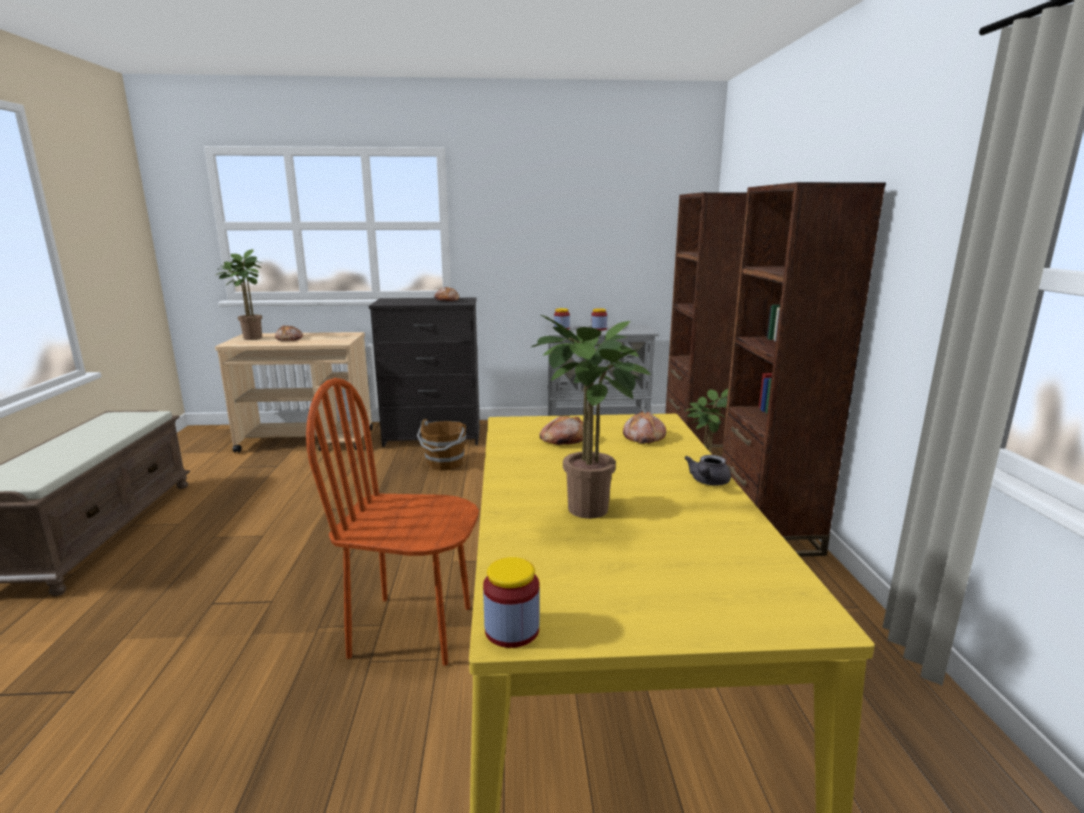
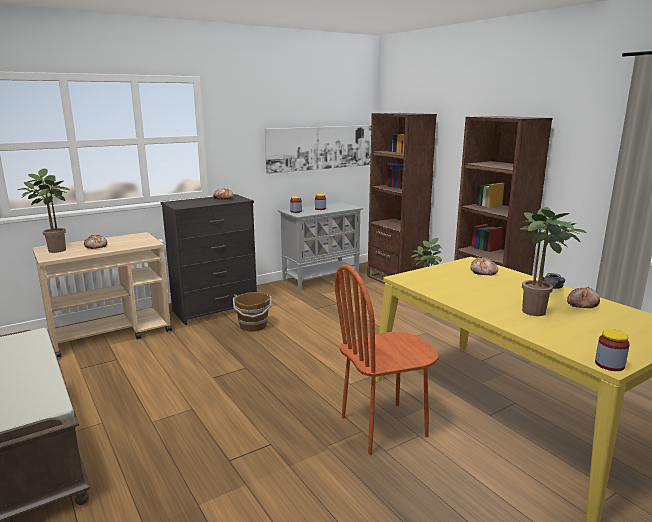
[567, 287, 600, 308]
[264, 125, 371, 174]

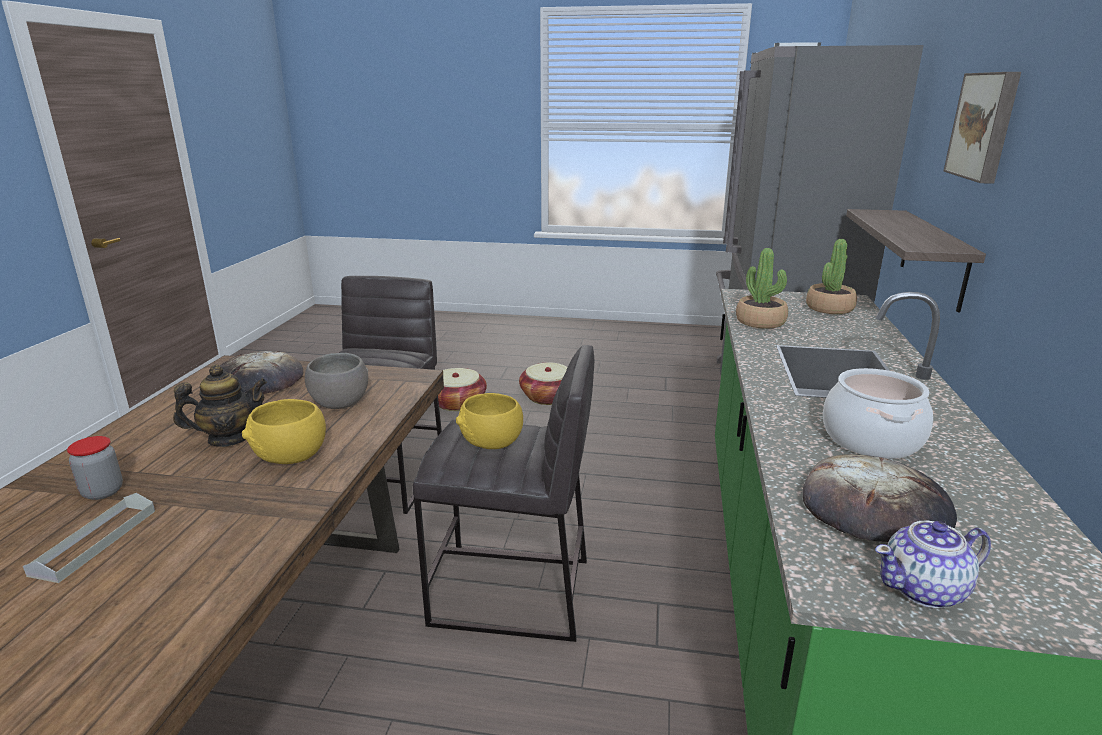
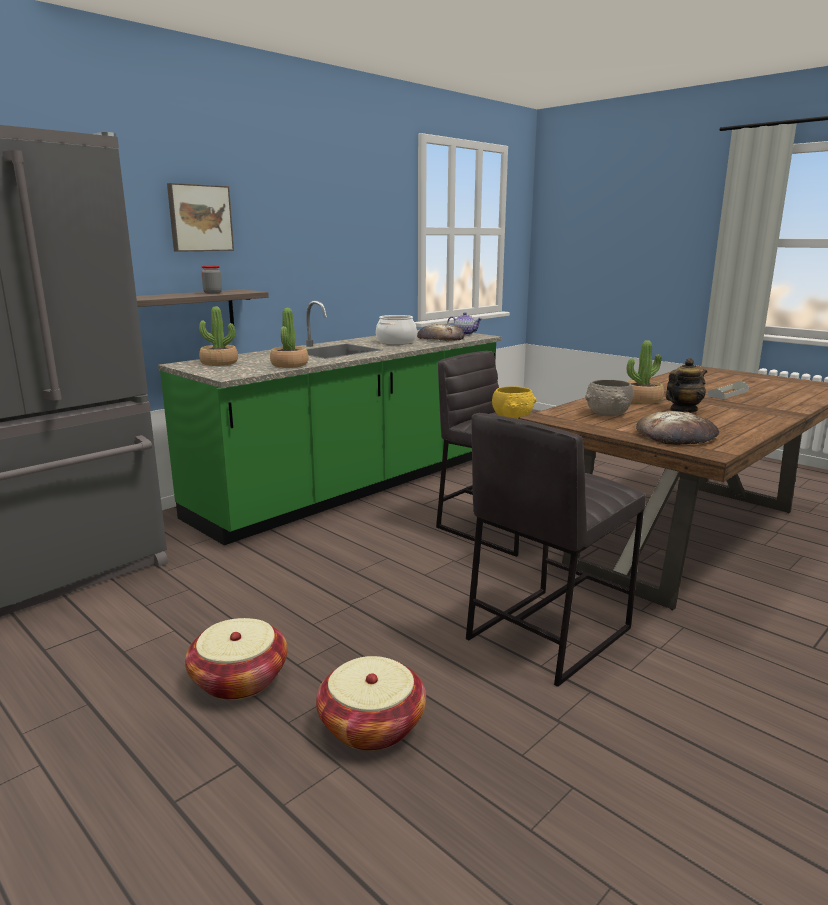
[666, 358, 707, 412]
[626, 340, 664, 404]
[201, 265, 222, 294]

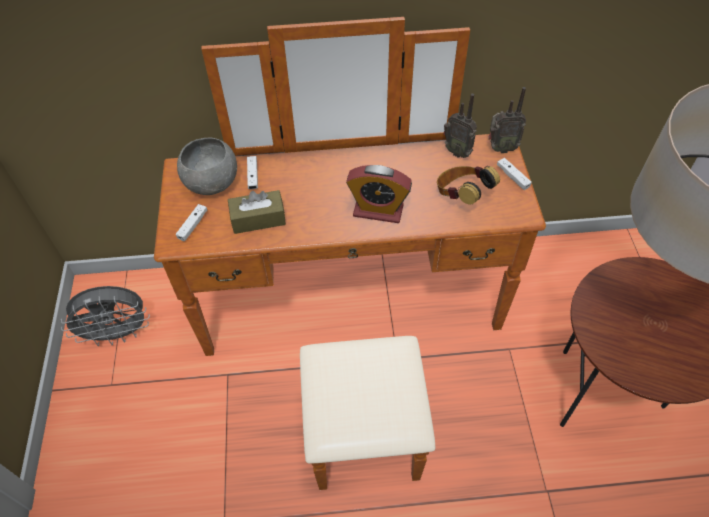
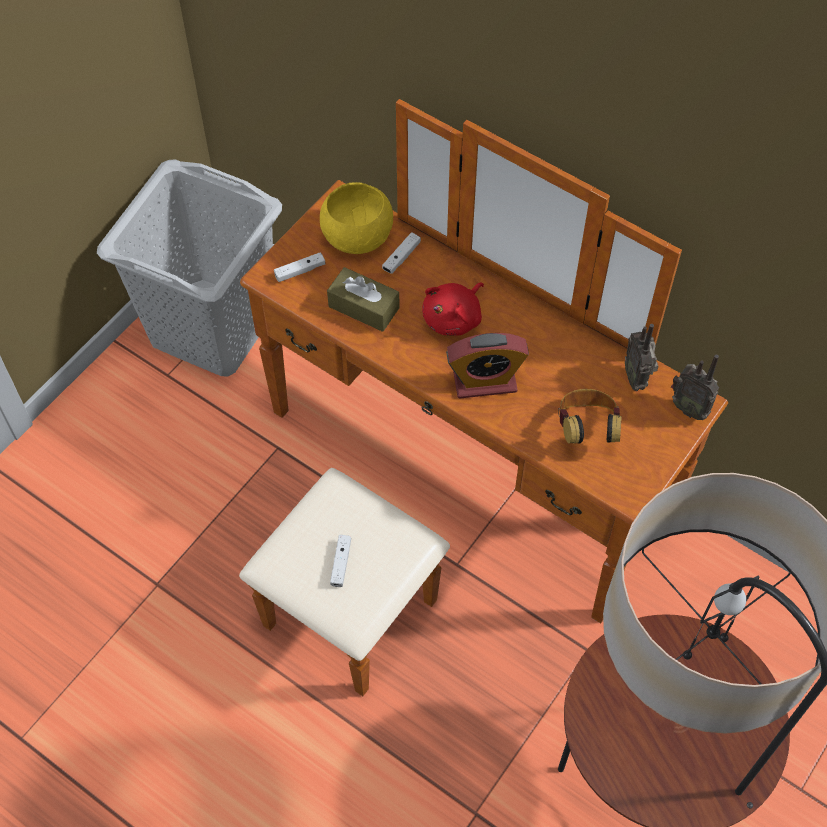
[320, 182, 393, 254]
[330, 535, 351, 587]
[446, 333, 529, 399]
[97, 159, 282, 376]
[422, 283, 484, 335]

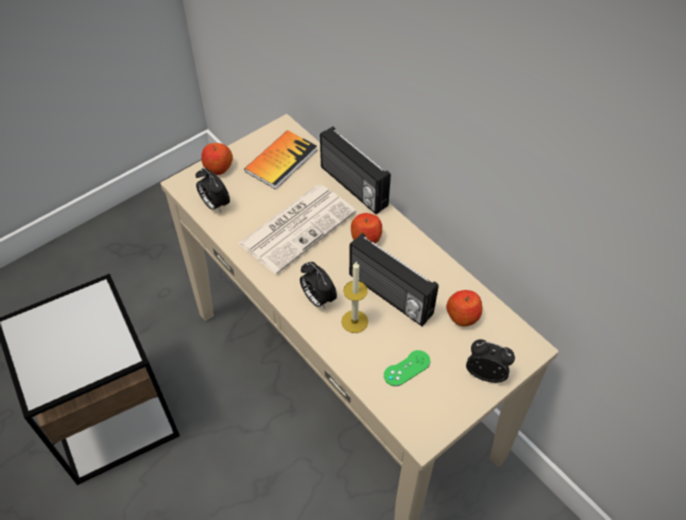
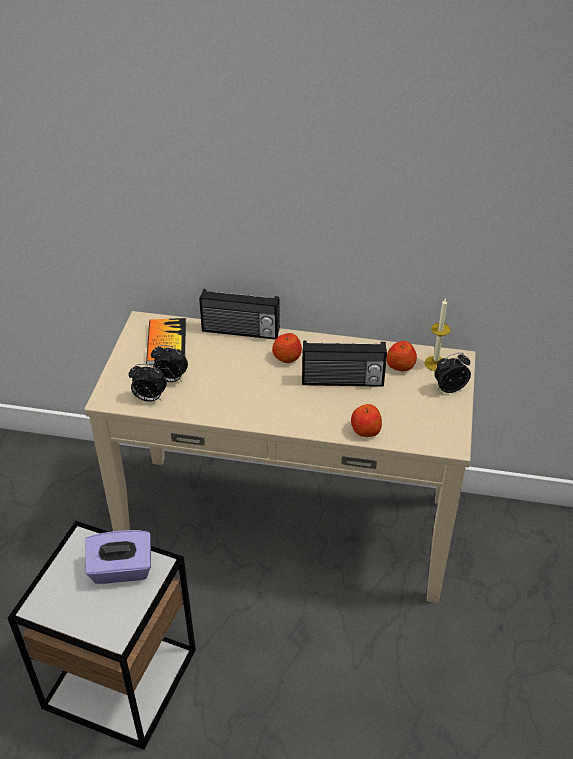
[351, 404, 382, 437]
[238, 185, 356, 274] (first image)
[151, 345, 188, 382]
[424, 298, 451, 371]
[384, 350, 430, 386] (first image)
[85, 530, 151, 584]

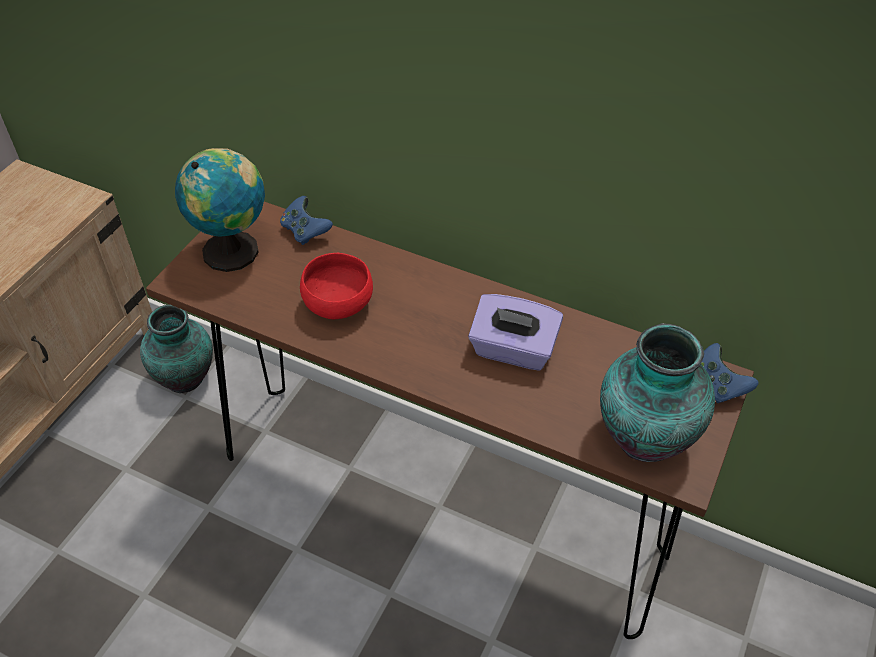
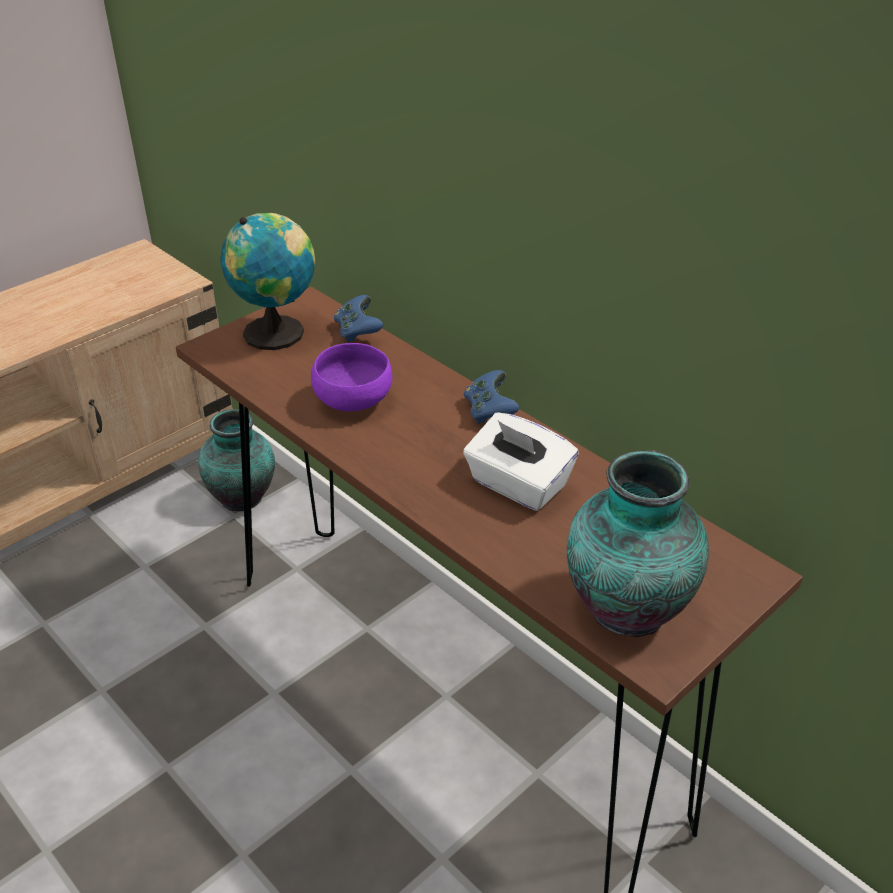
[311, 343, 392, 411]
[463, 413, 579, 511]
[464, 370, 520, 424]

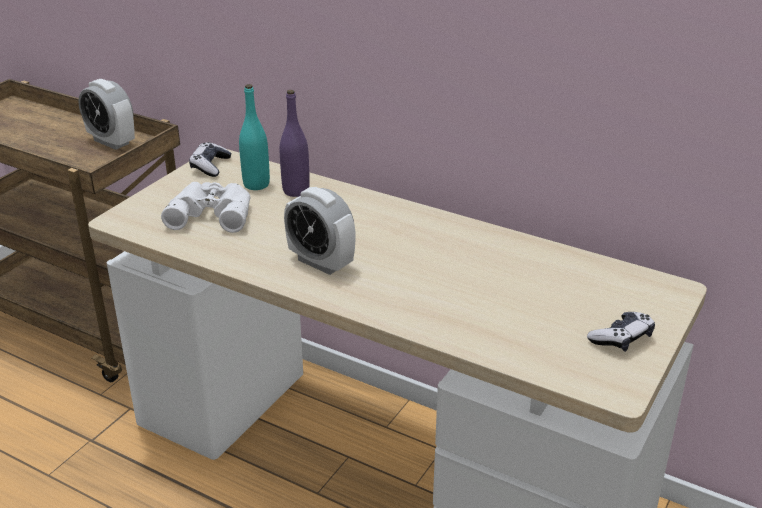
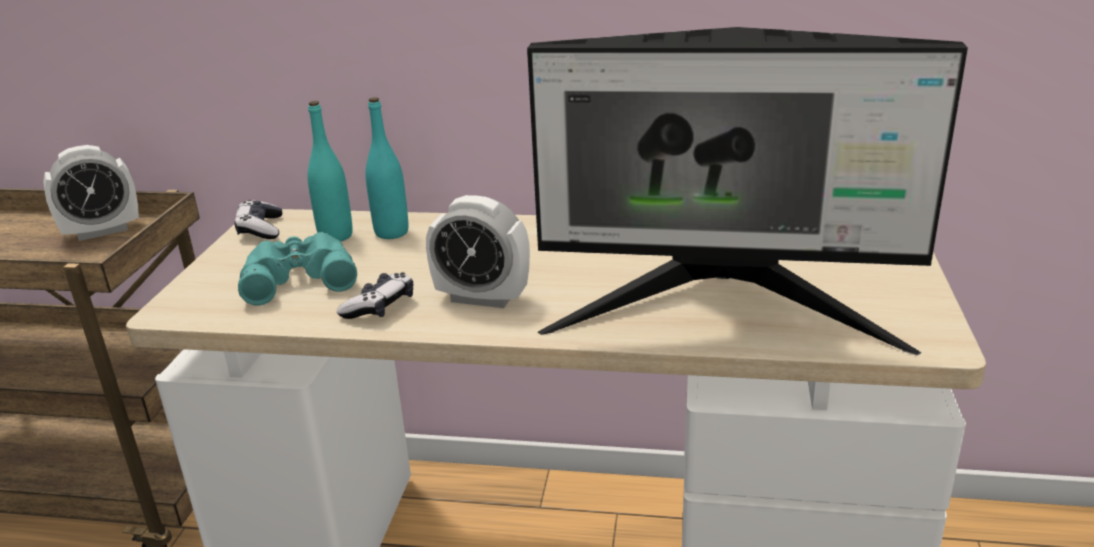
[43, 145, 139, 241]
[365, 97, 408, 239]
[238, 232, 357, 306]
[337, 272, 413, 319]
[527, 27, 968, 355]

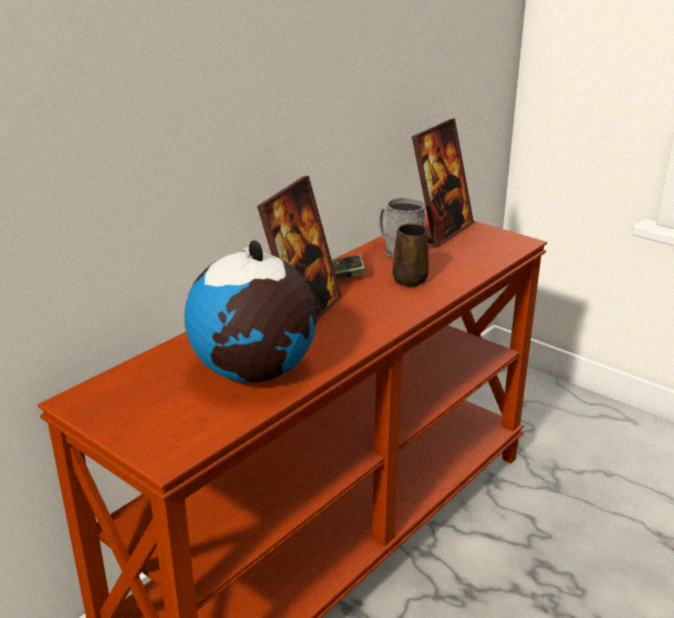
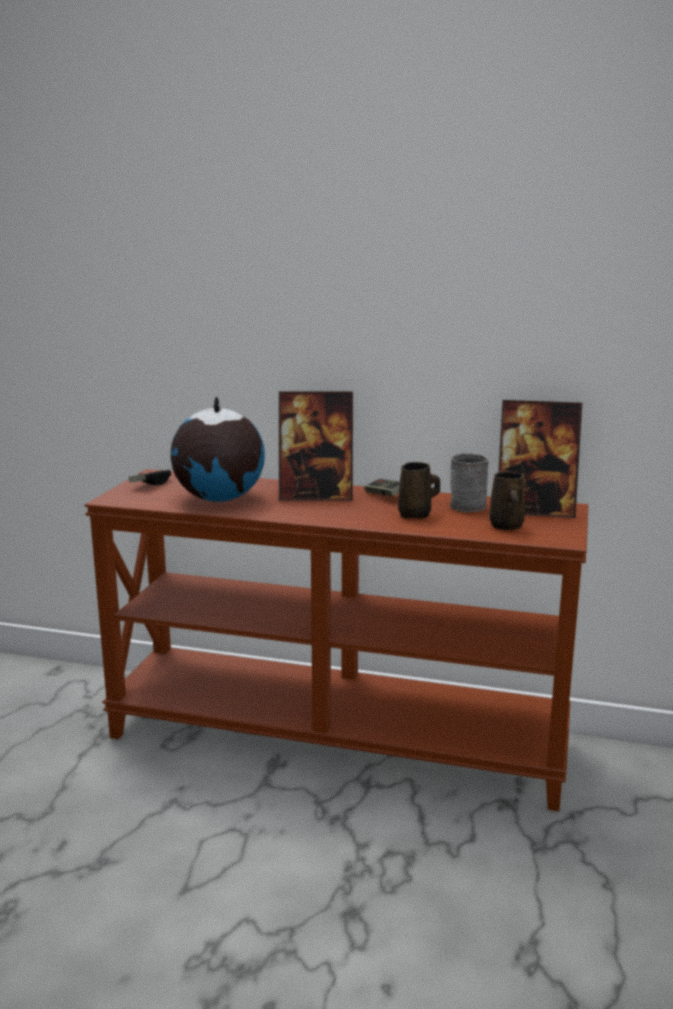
[129, 470, 171, 485]
[489, 471, 525, 530]

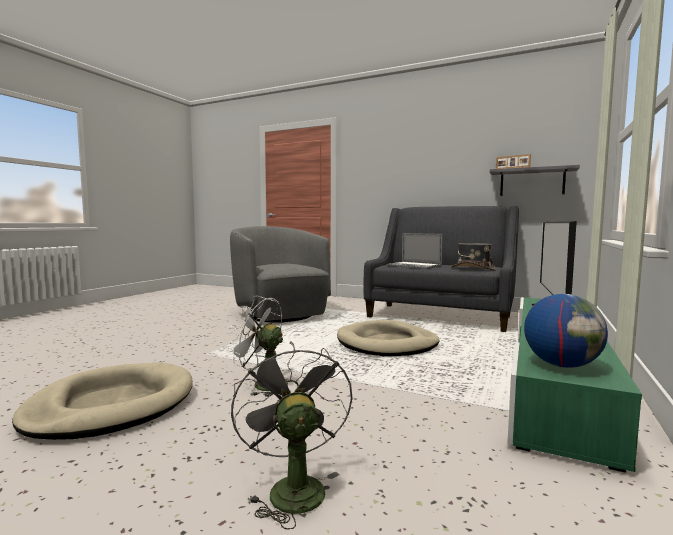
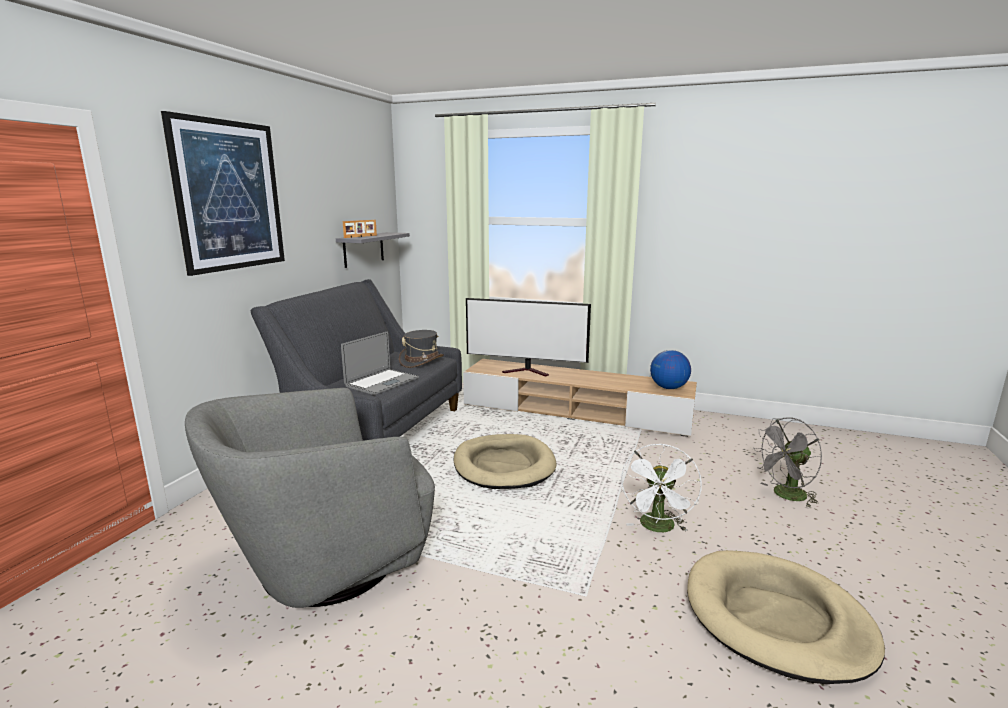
[463, 359, 697, 437]
[161, 111, 285, 276]

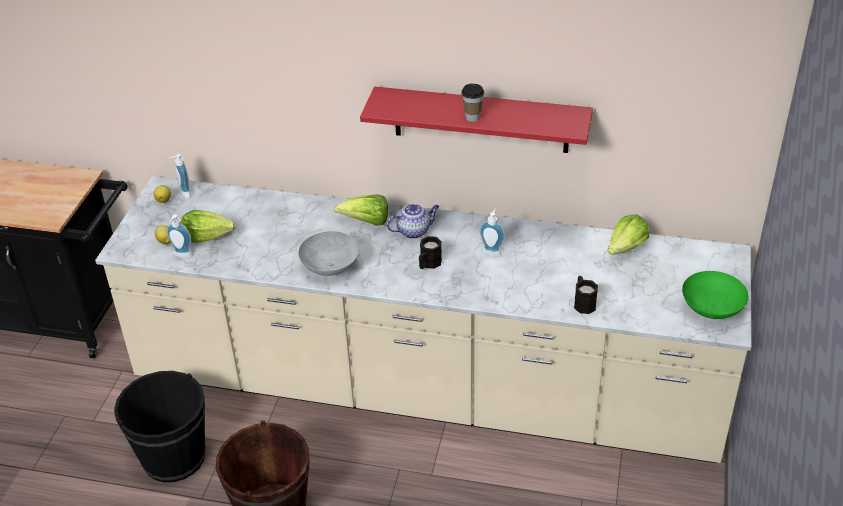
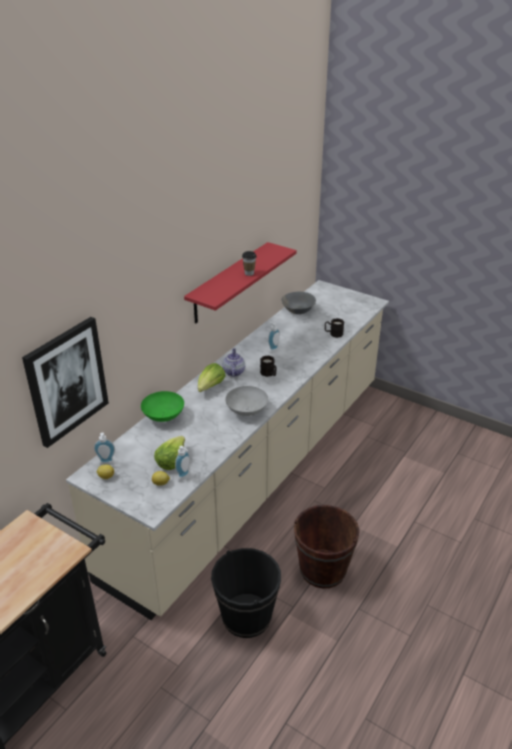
[282, 292, 316, 314]
[141, 391, 184, 422]
[22, 317, 109, 448]

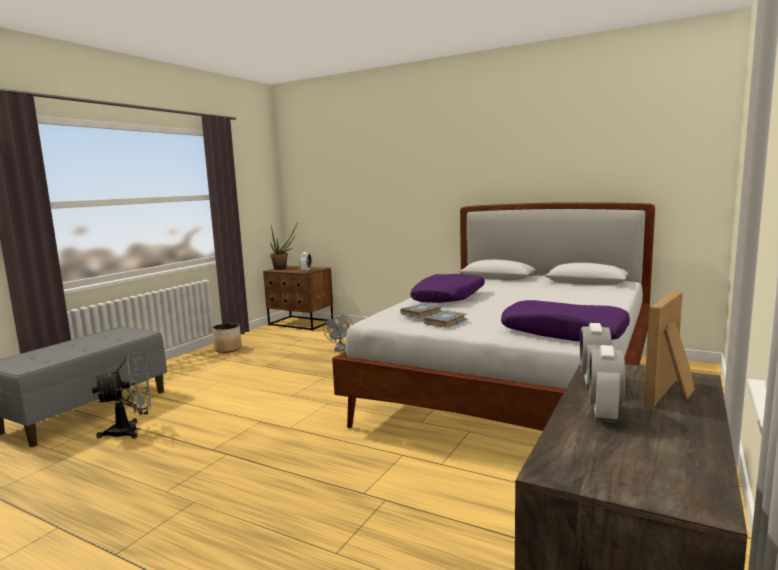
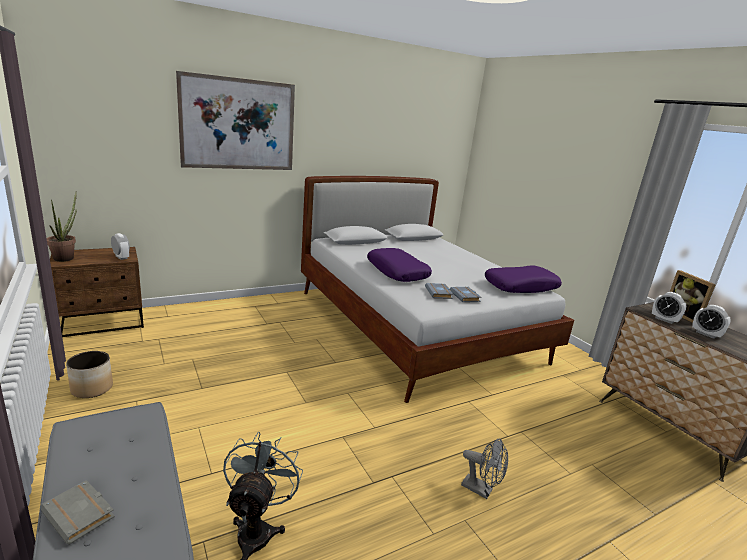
[461, 438, 508, 499]
[176, 71, 295, 170]
[40, 480, 115, 545]

